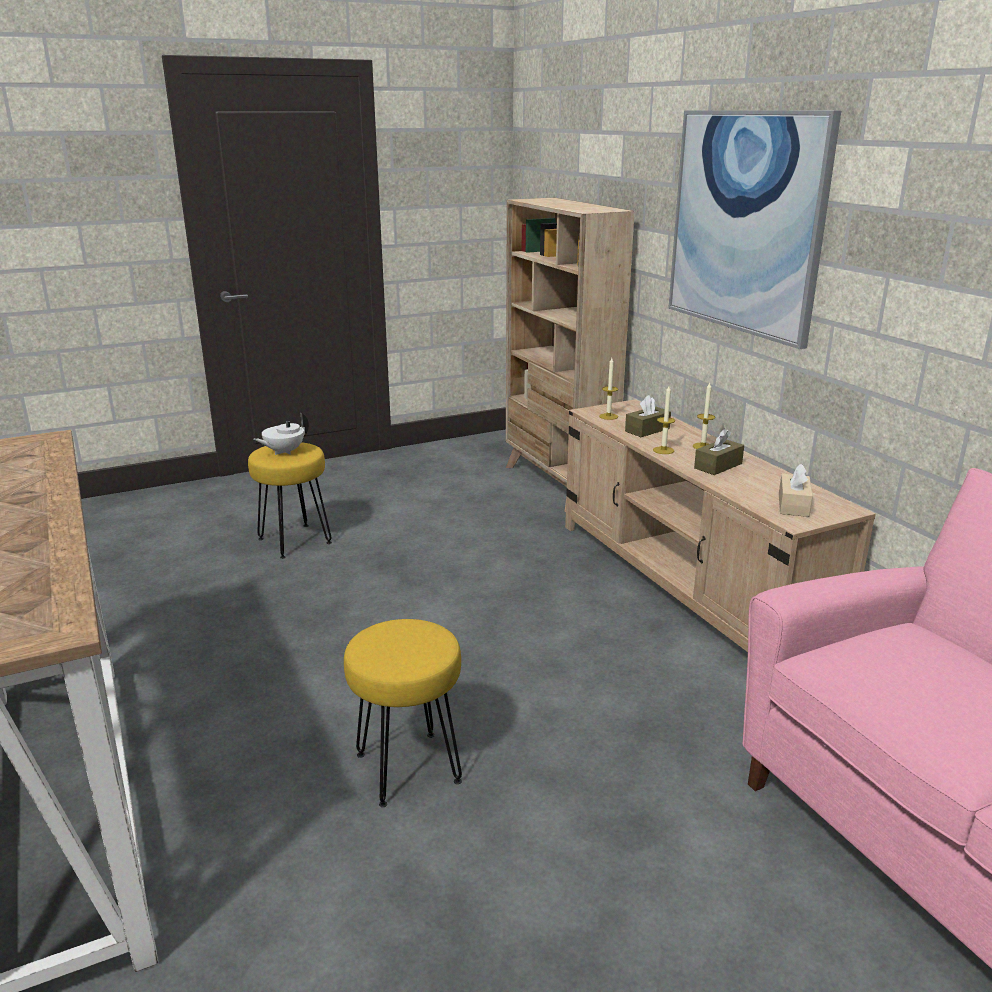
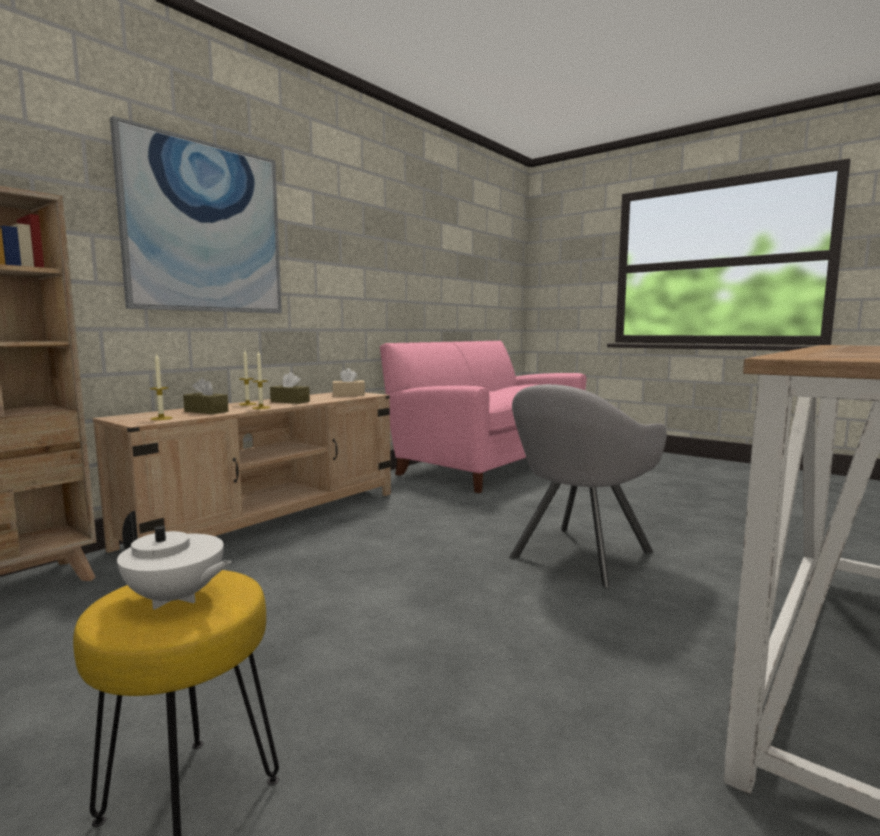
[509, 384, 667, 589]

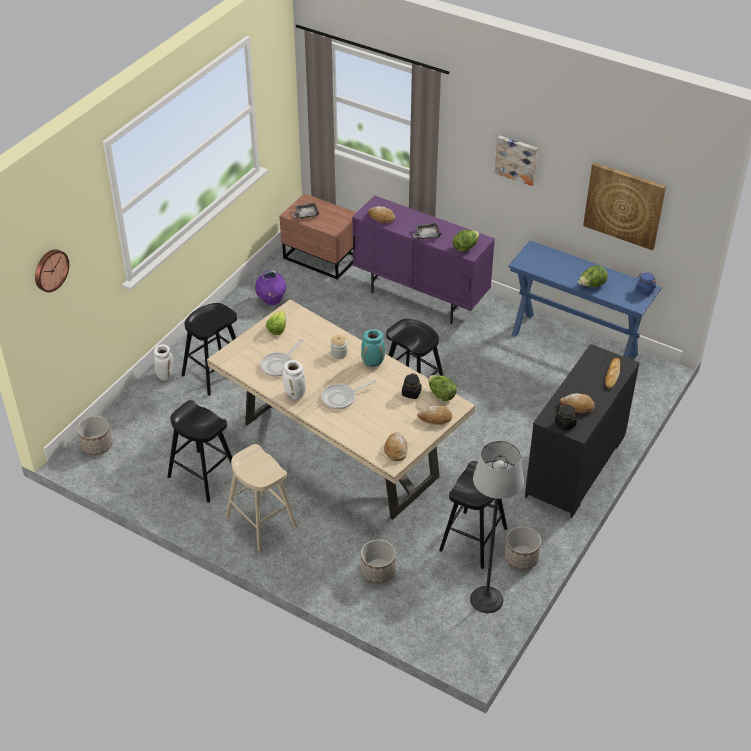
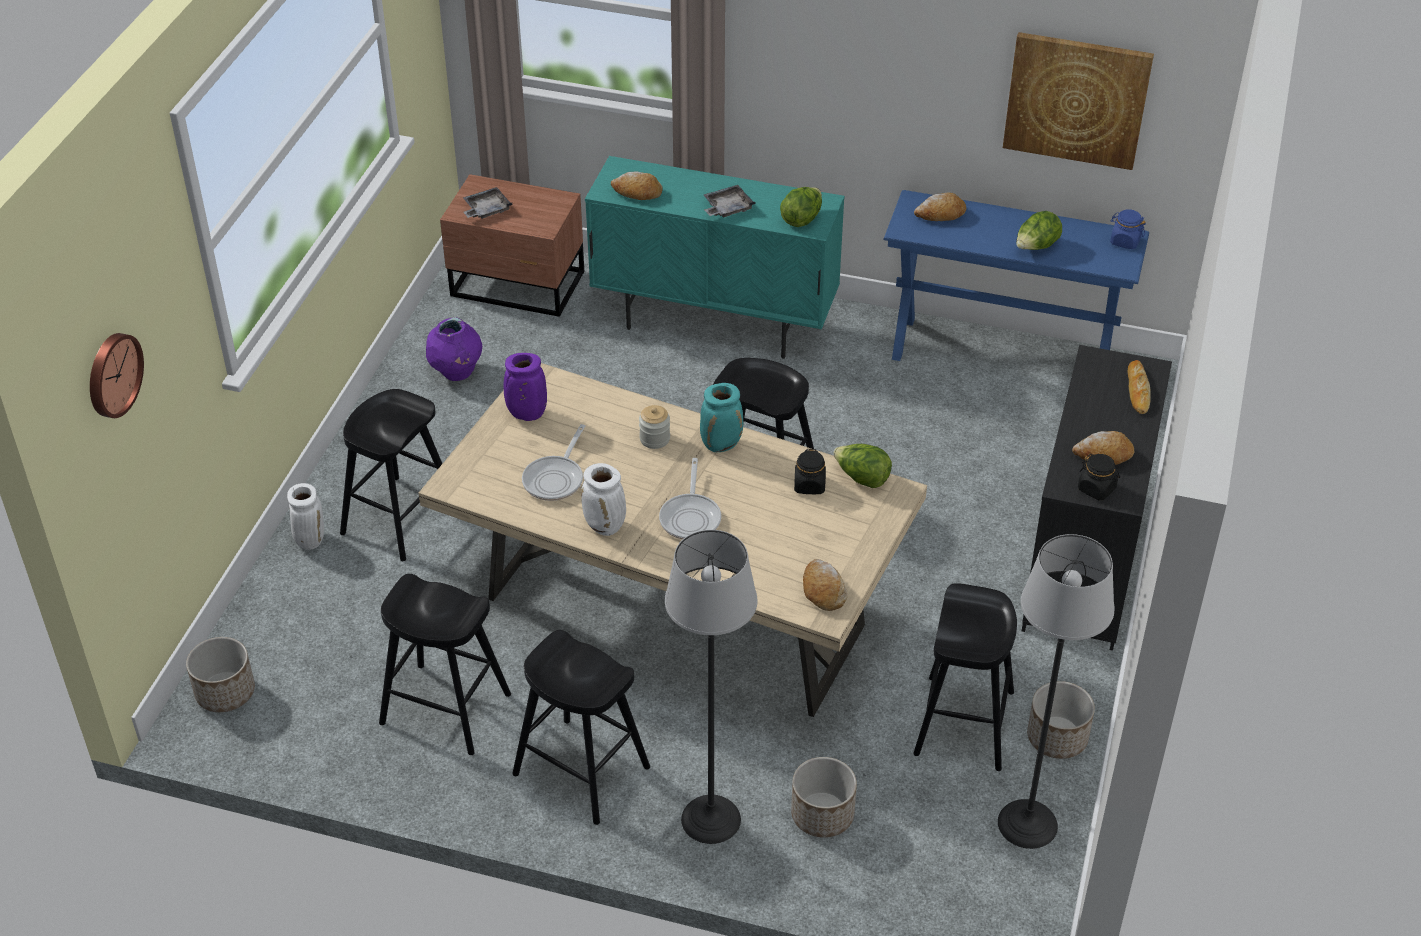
[495, 135, 538, 186] (first image)
[585, 156, 845, 359]
[504, 353, 547, 421]
[659, 458, 721, 540]
[914, 193, 966, 221]
[512, 630, 650, 825]
[665, 530, 758, 844]

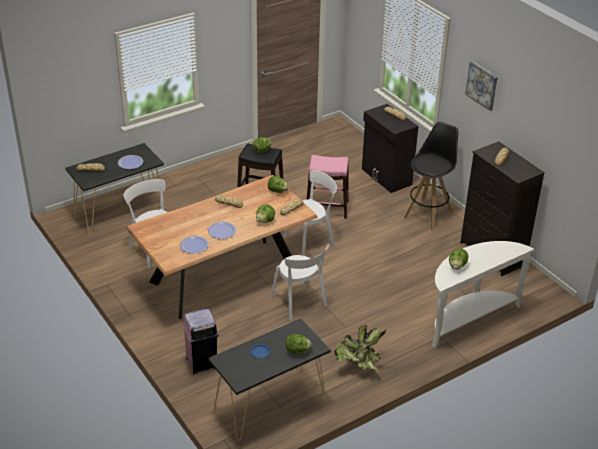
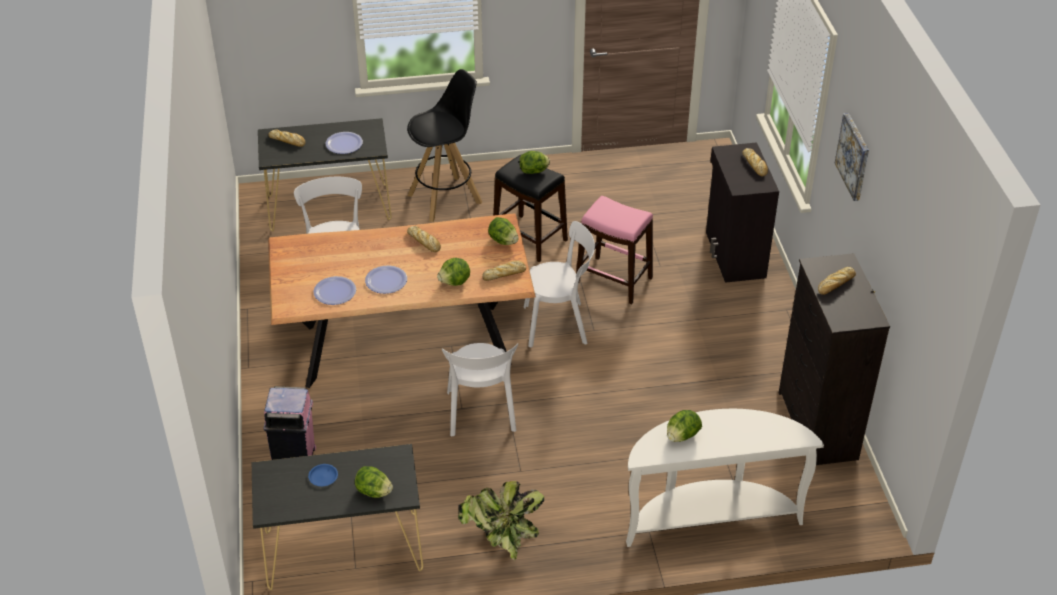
[407, 69, 482, 222]

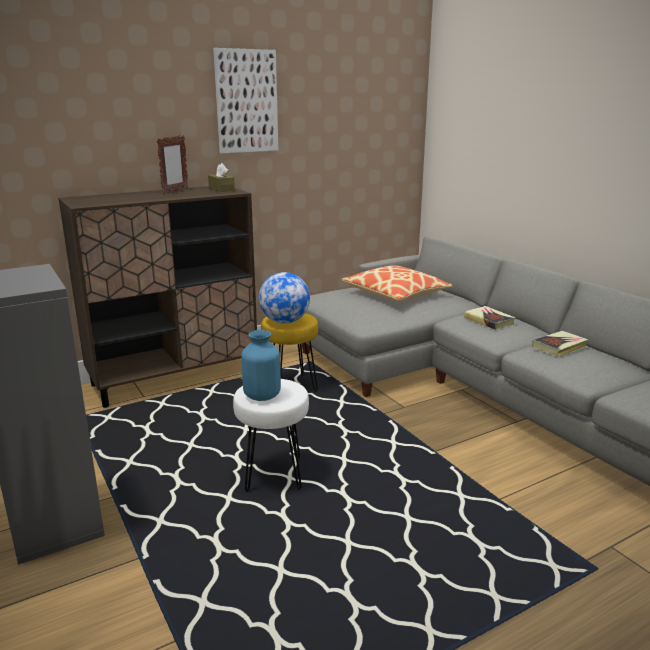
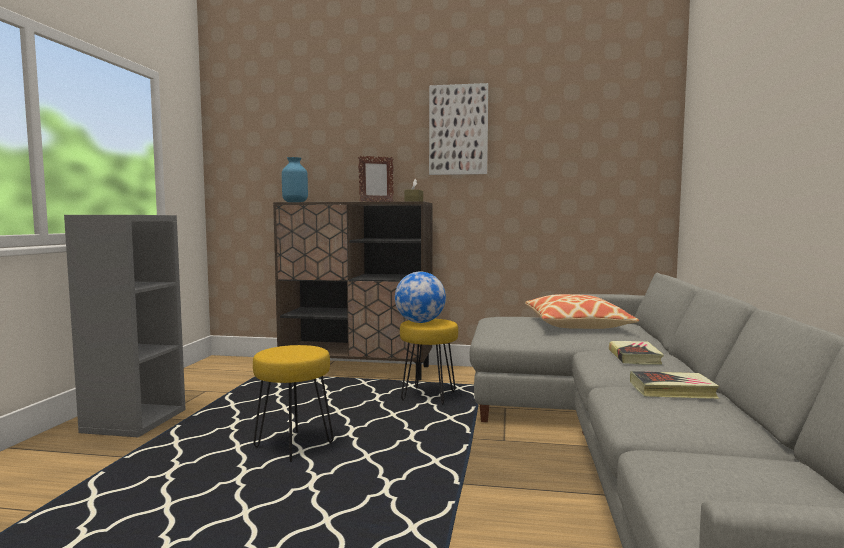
[282, 157, 308, 202]
[253, 345, 334, 462]

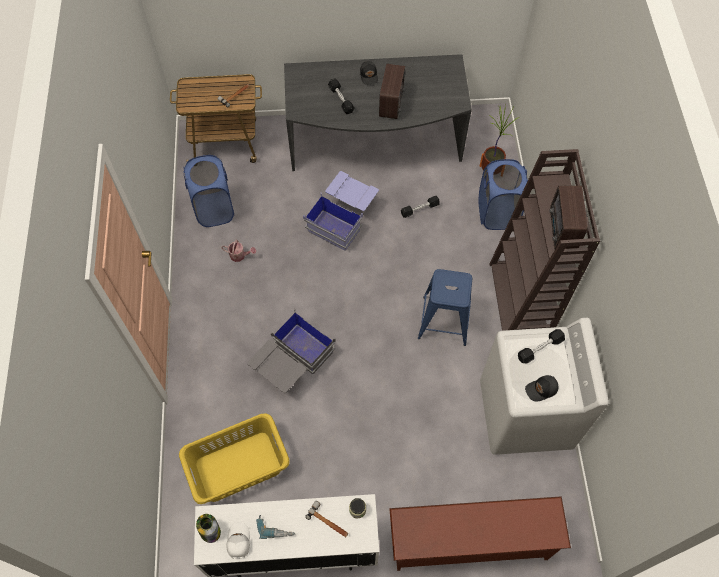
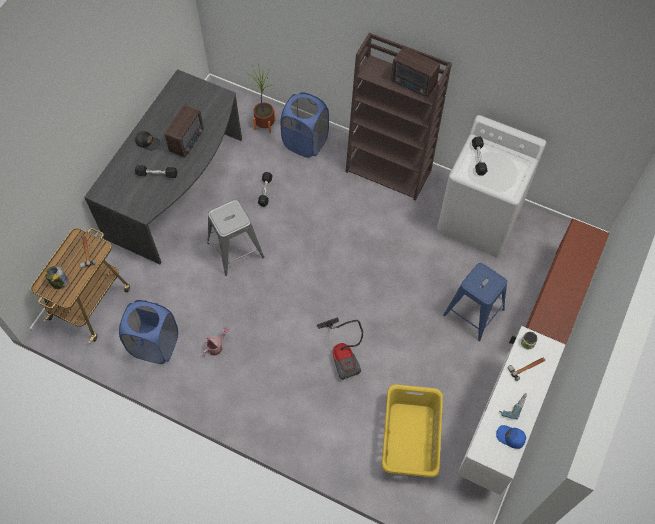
[165, 105, 204, 158]
[207, 199, 264, 276]
[443, 263, 507, 341]
[317, 317, 363, 380]
[525, 375, 559, 401] (first image)
[45, 266, 69, 289]
[496, 425, 526, 449]

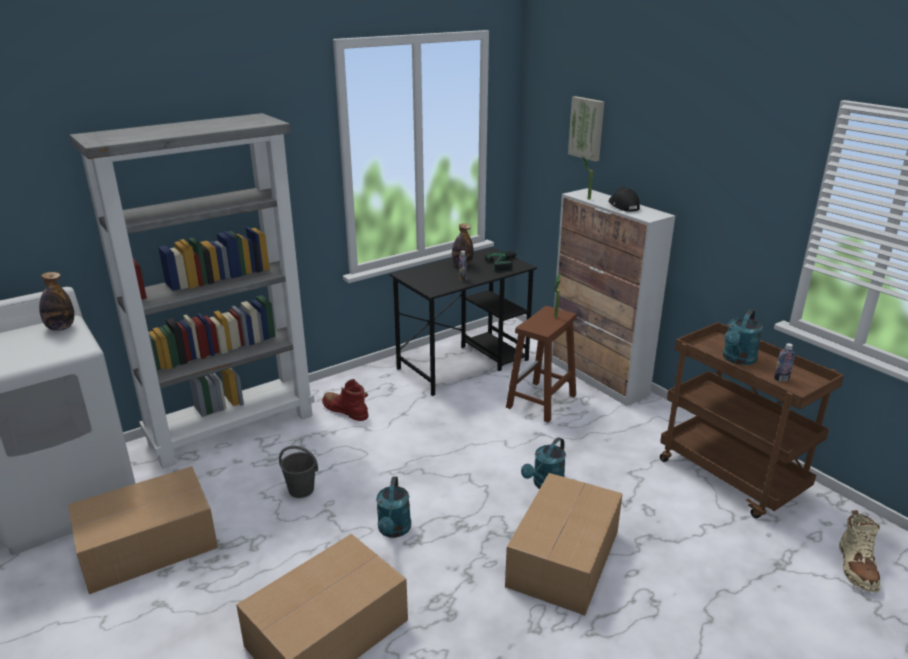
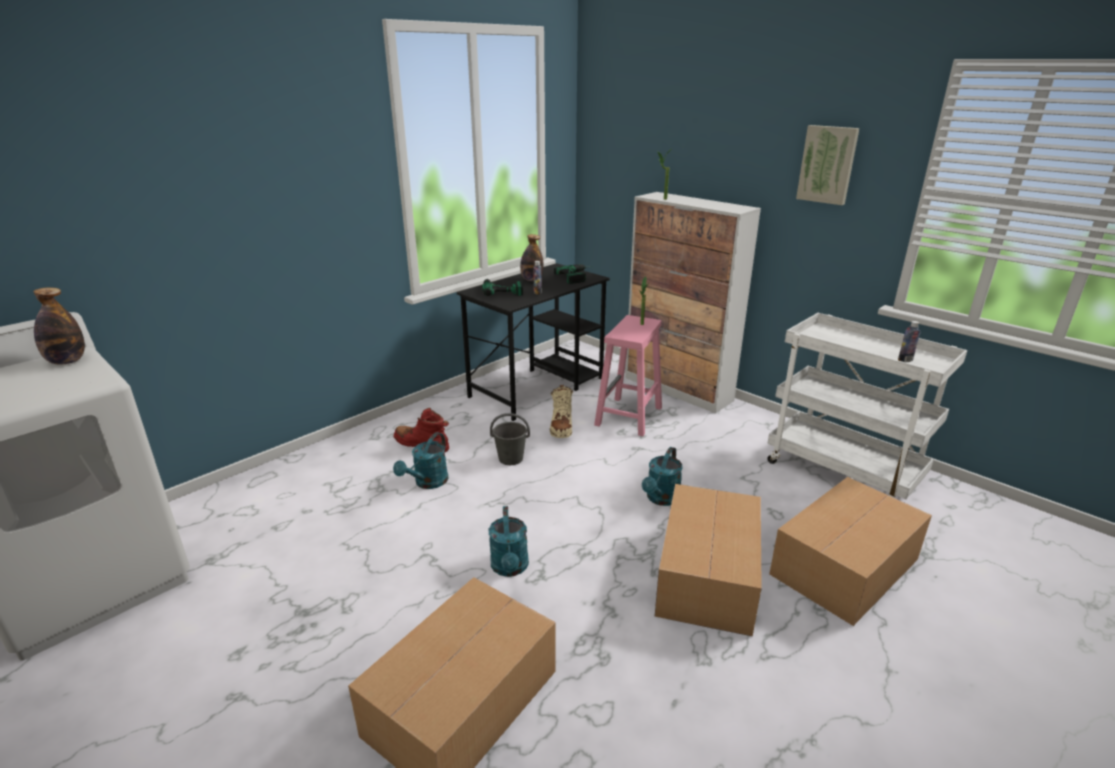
[796, 125, 859, 205]
[70, 113, 315, 469] (first image)
[608, 187, 640, 212] (first image)
[594, 315, 662, 436]
[393, 432, 449, 489]
[767, 313, 967, 499]
[490, 413, 530, 465]
[769, 477, 932, 626]
[550, 385, 573, 438]
[482, 279, 523, 296]

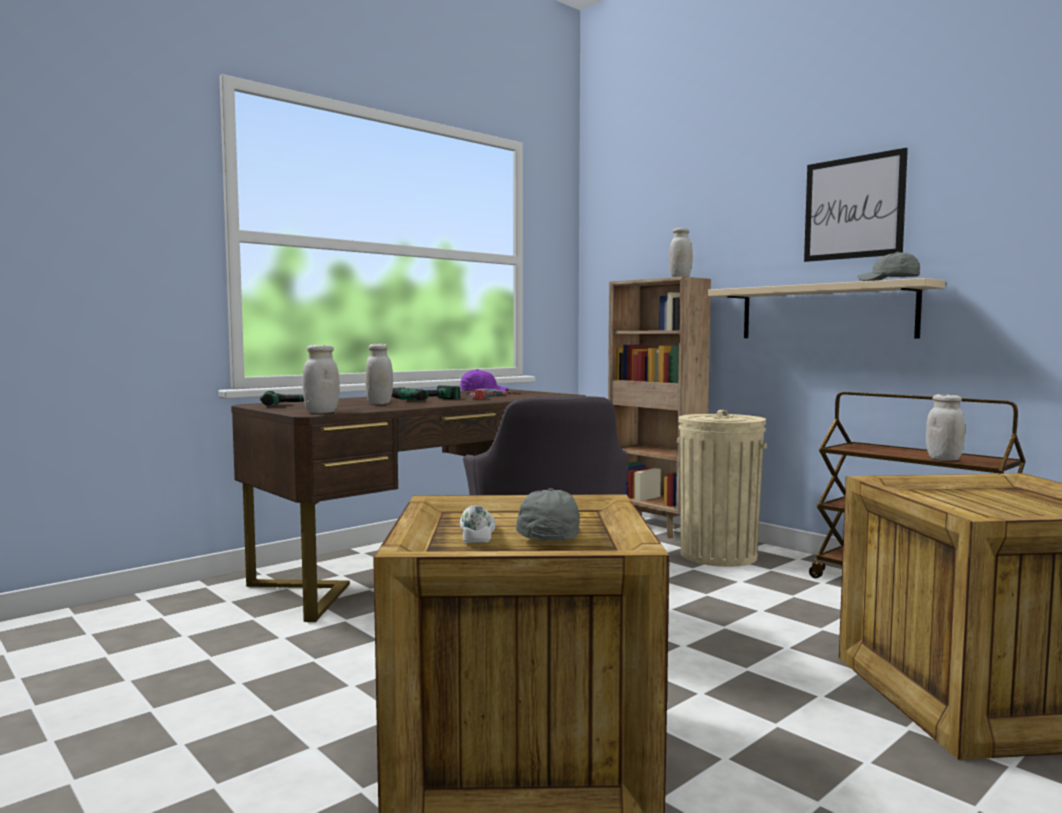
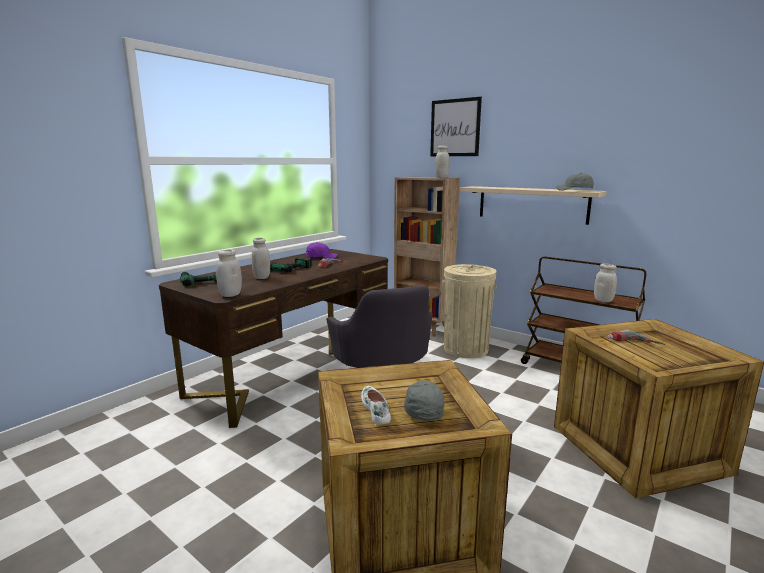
[430, 97, 482, 156]
[606, 330, 665, 345]

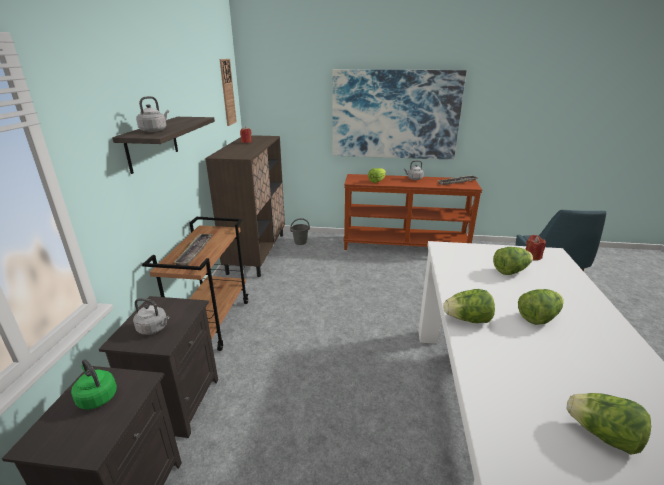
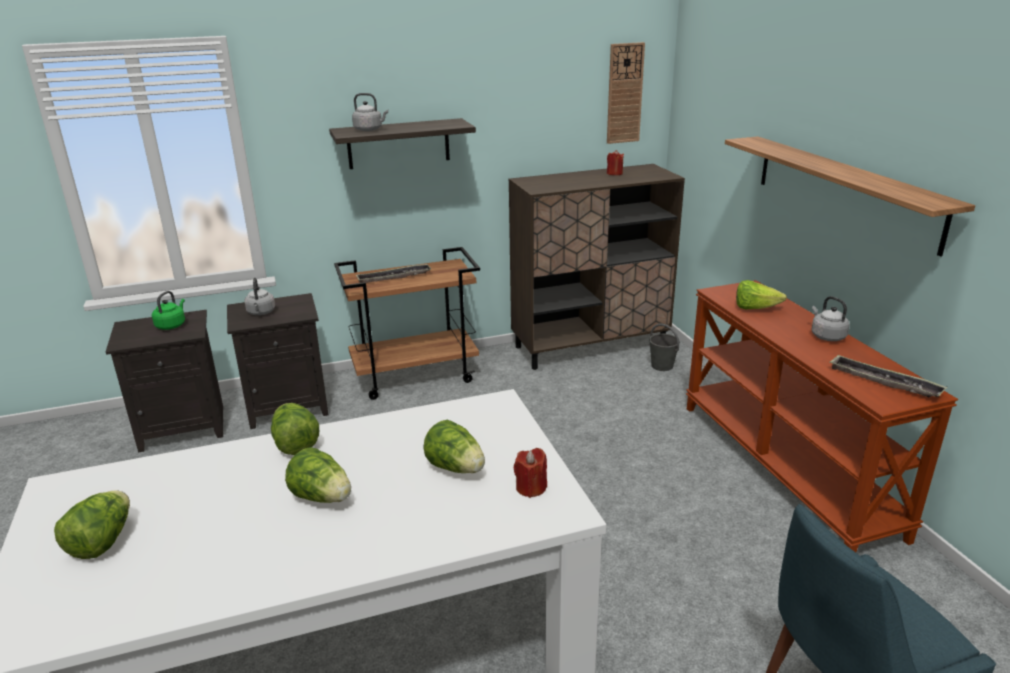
[725, 136, 975, 257]

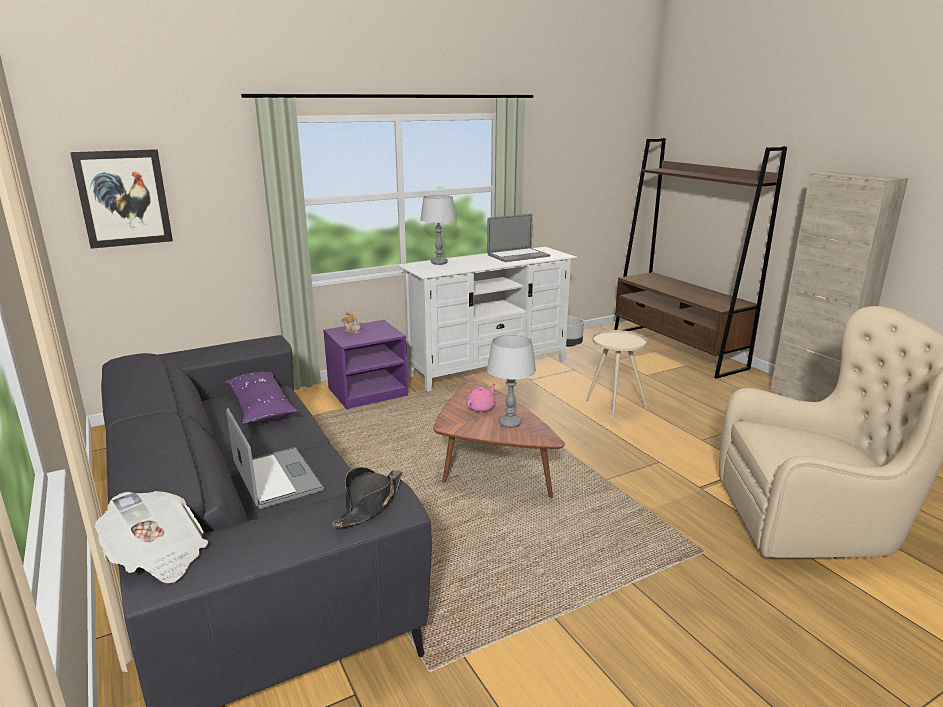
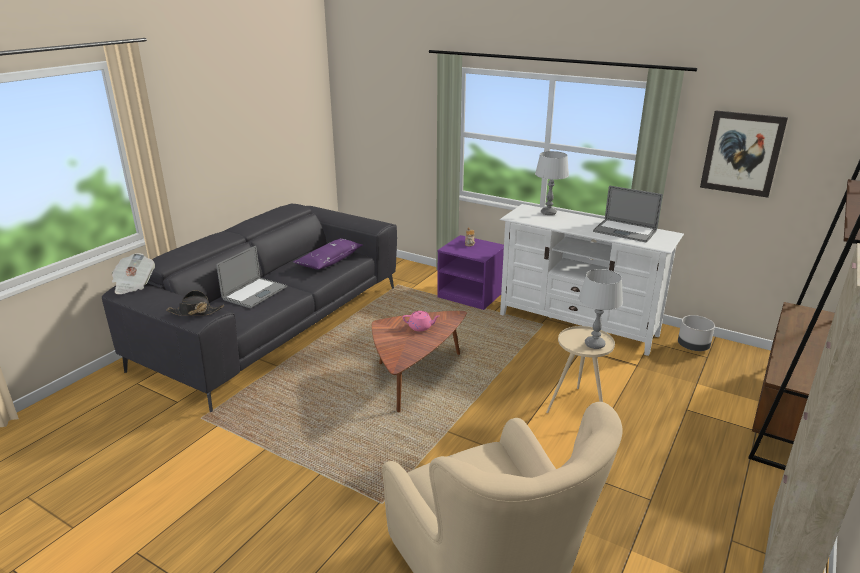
[700, 110, 788, 198]
[579, 269, 623, 349]

